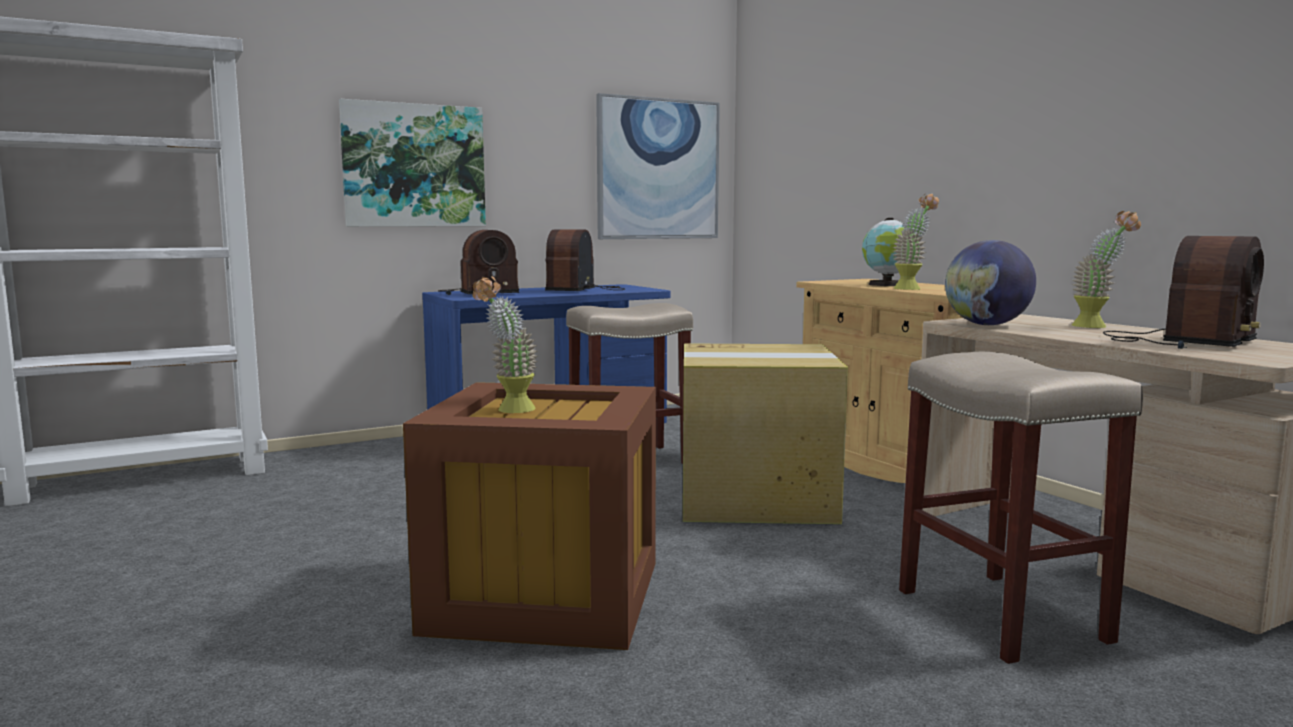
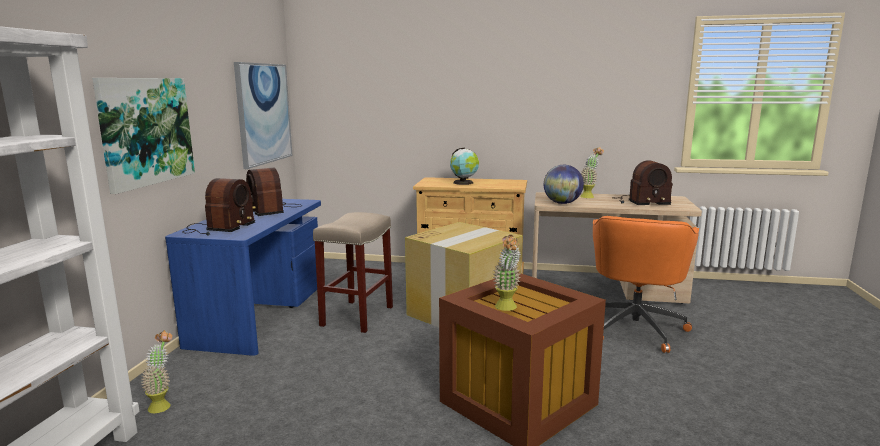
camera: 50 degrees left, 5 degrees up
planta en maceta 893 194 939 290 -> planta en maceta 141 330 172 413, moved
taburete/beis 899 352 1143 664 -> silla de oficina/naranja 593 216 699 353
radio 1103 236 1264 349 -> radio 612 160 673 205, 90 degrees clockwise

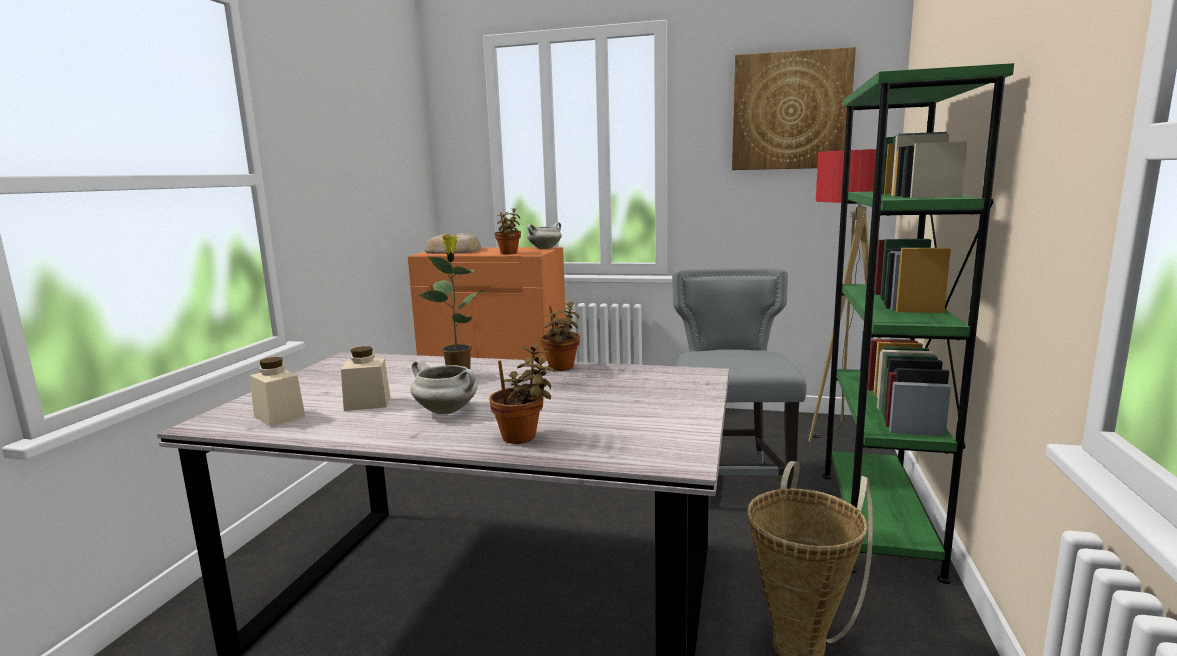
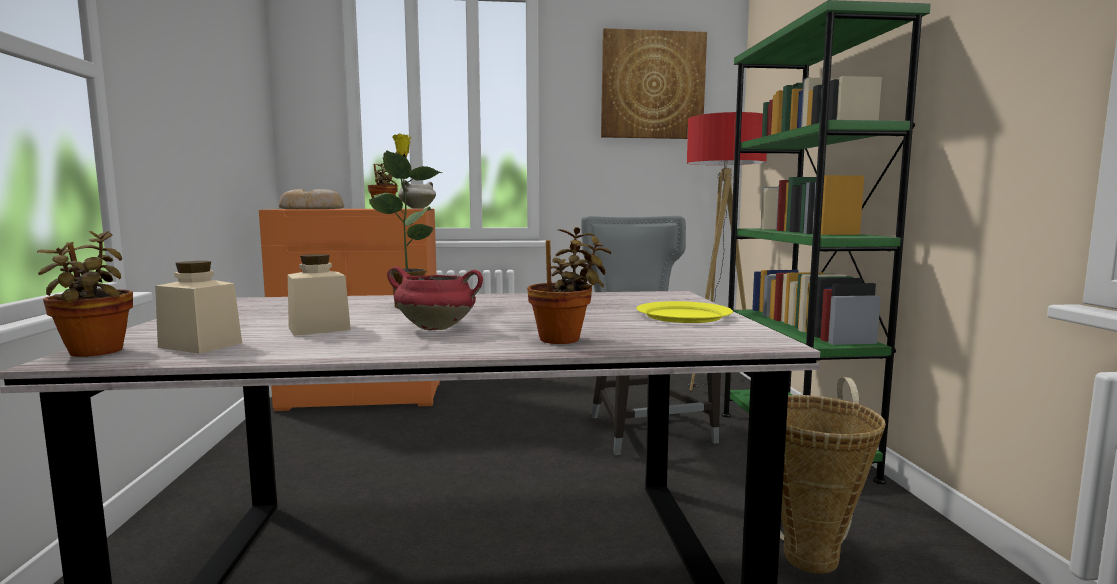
camera: 20 degrees left, 5 degrees down
none -> plato/amarillo 637 301 733 323
planta en maceta 540 302 580 371 -> planta en maceta 37 231 133 357, moved
olla/blanco 410 360 478 414 -> olla/rojo 387 267 483 331

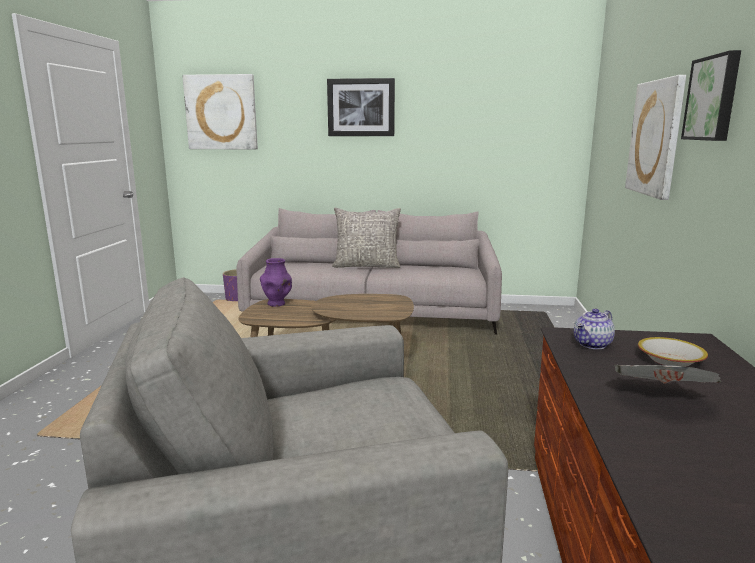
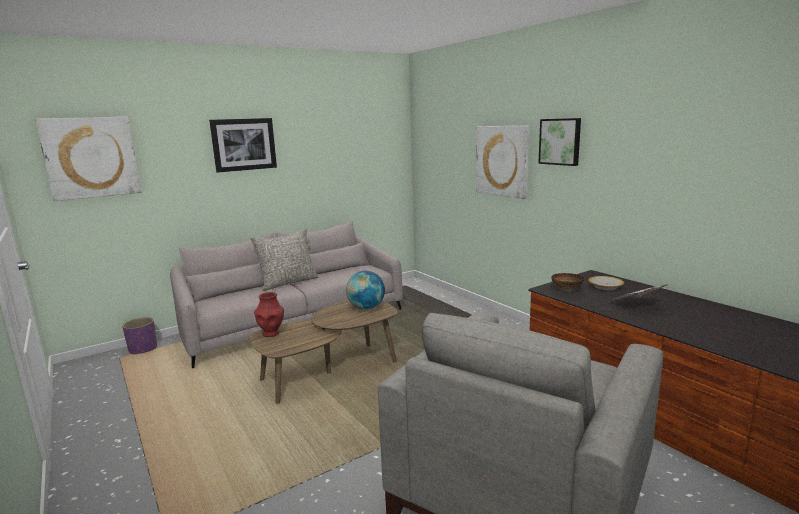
camera: 40 degrees left, 0 degrees up
none -> globo terráqueo 346 271 385 310
tetera 574 309 615 349 -> cuenco 551 273 584 292
florero/morado 260 258 292 307 -> florero/rojo 254 292 284 337

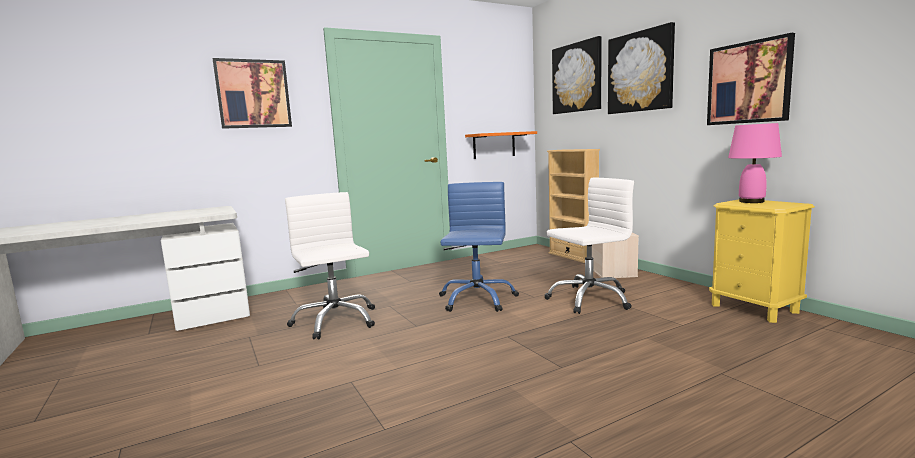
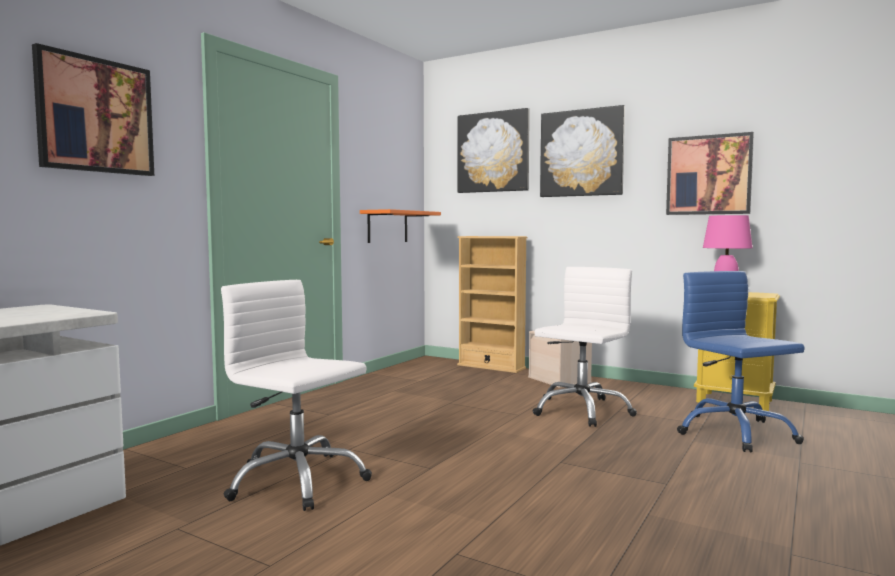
camera: 30 degrees left, 5 degrees down
silla de oficina/azul 439 182 519 312 -> silla de oficina/azul 677 271 805 453, moved

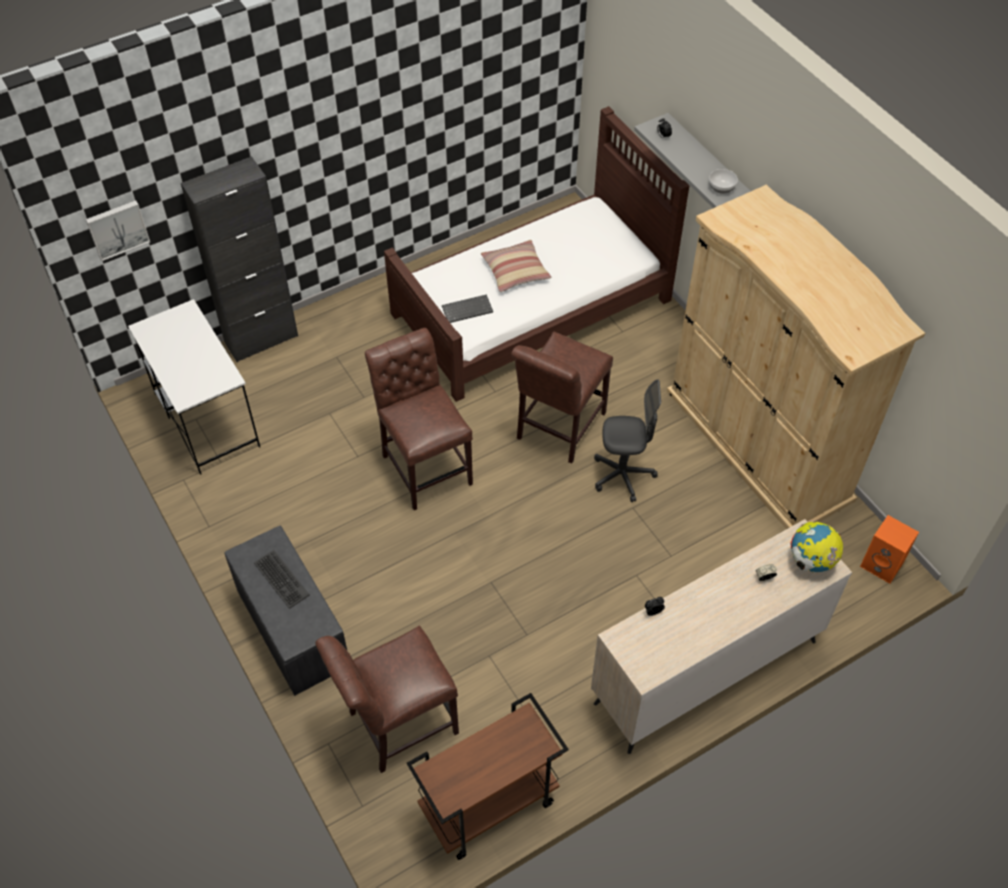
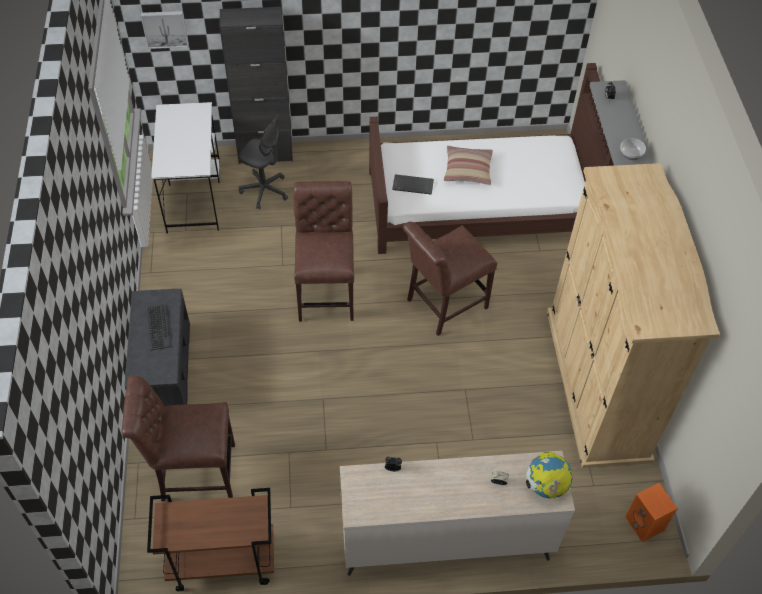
camera: 25 degrees right, 0 degrees up
silla de oficina/gris 594 380 661 502 -> silla de oficina/gris 239 114 288 209, moved

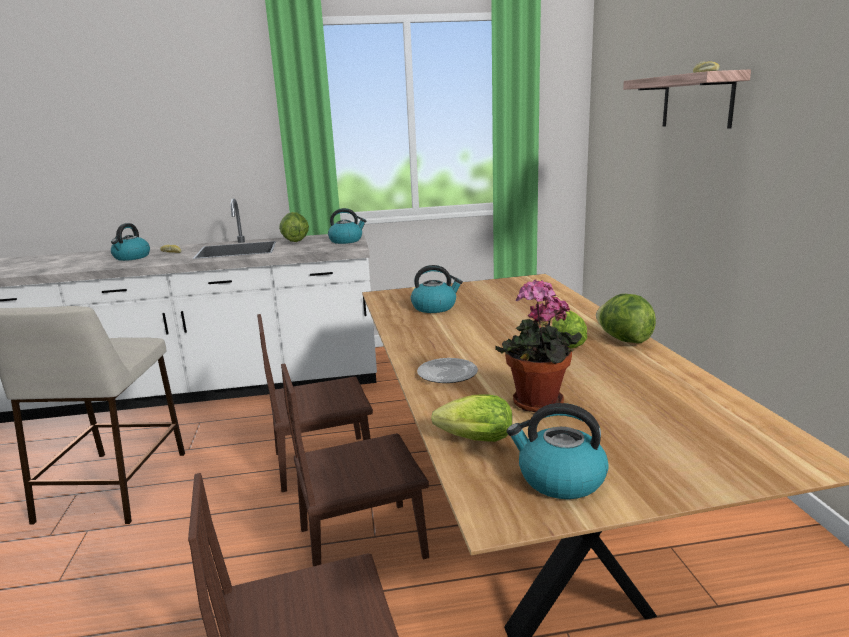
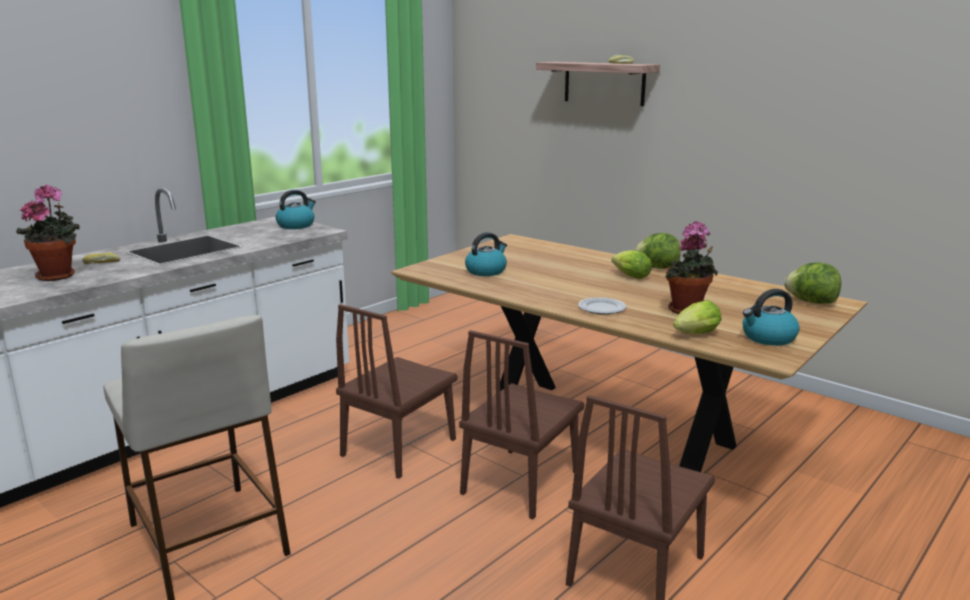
camera: 40 degrees left, 0 degrees up
lechuga 279 212 309 242 -> lechuga 784 262 841 304, moved
hervidor 111 223 150 261 -> planta en maceta 16 184 80 281

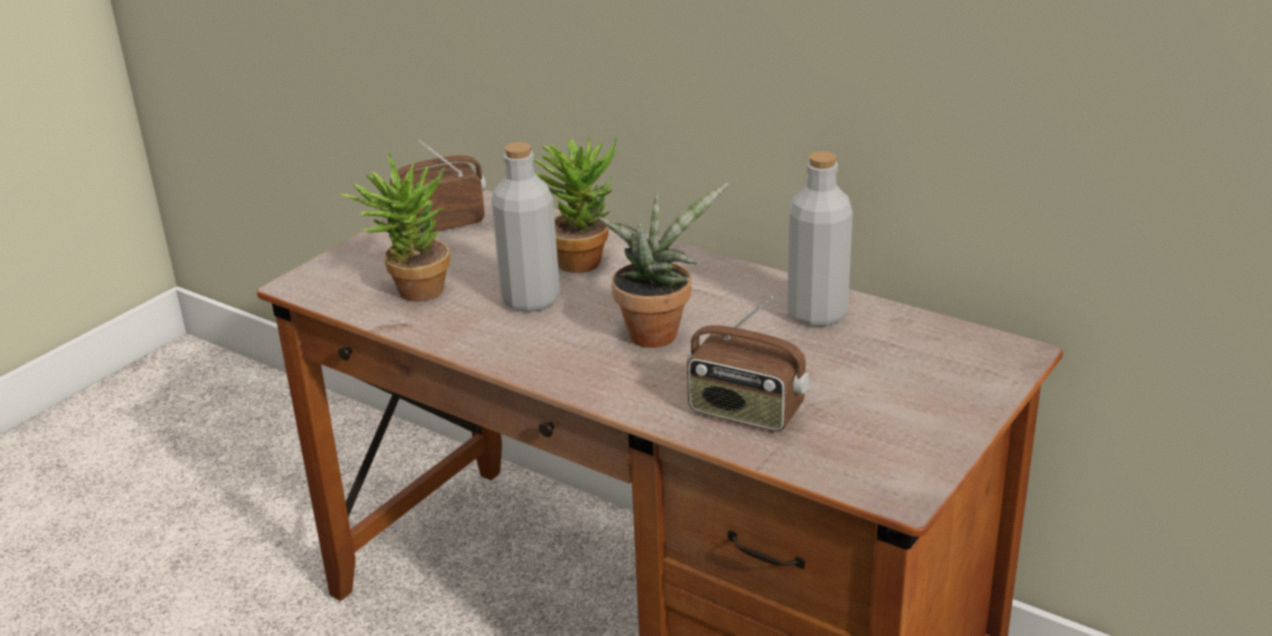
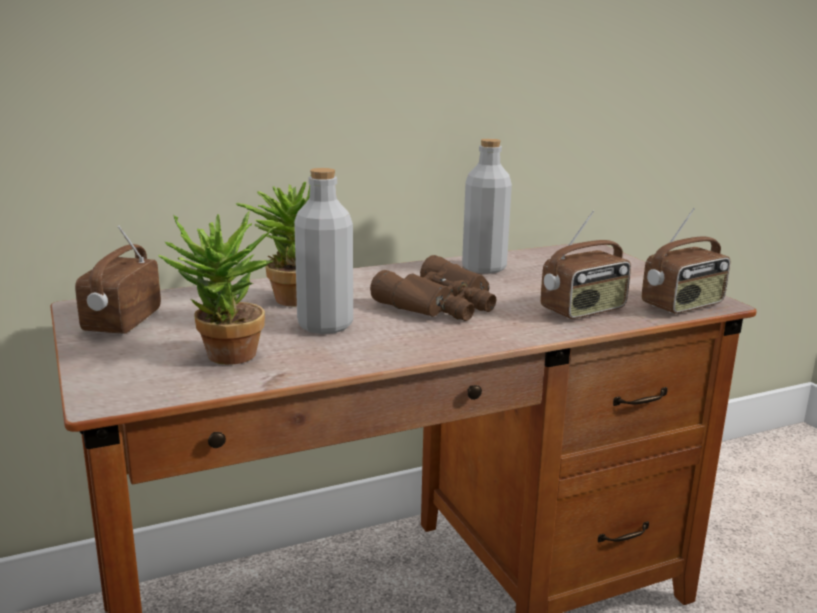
camera: 60 degrees left, 10 degrees down
none -> radio 642 208 730 314
planta en maceta 598 183 729 348 -> prismáticos/marrón 370 255 497 321

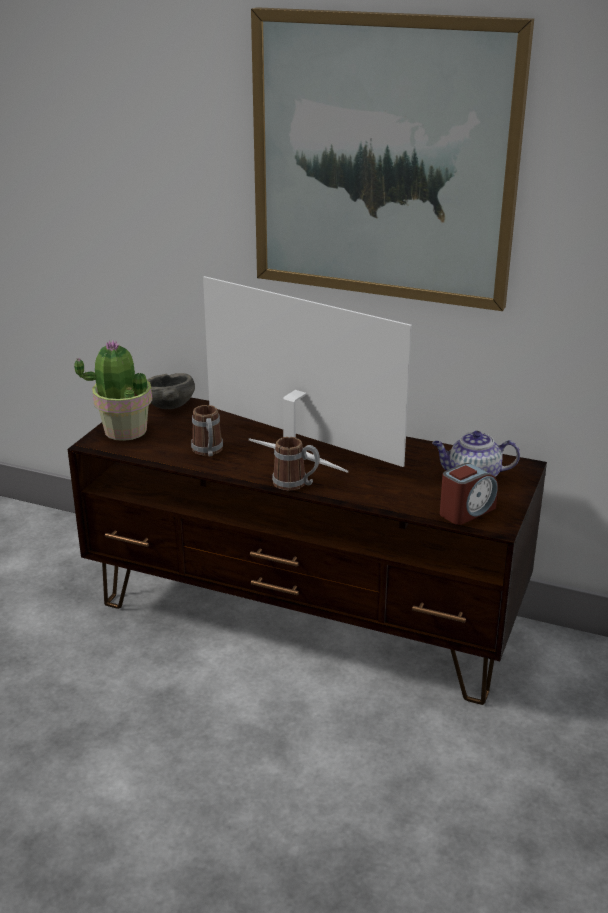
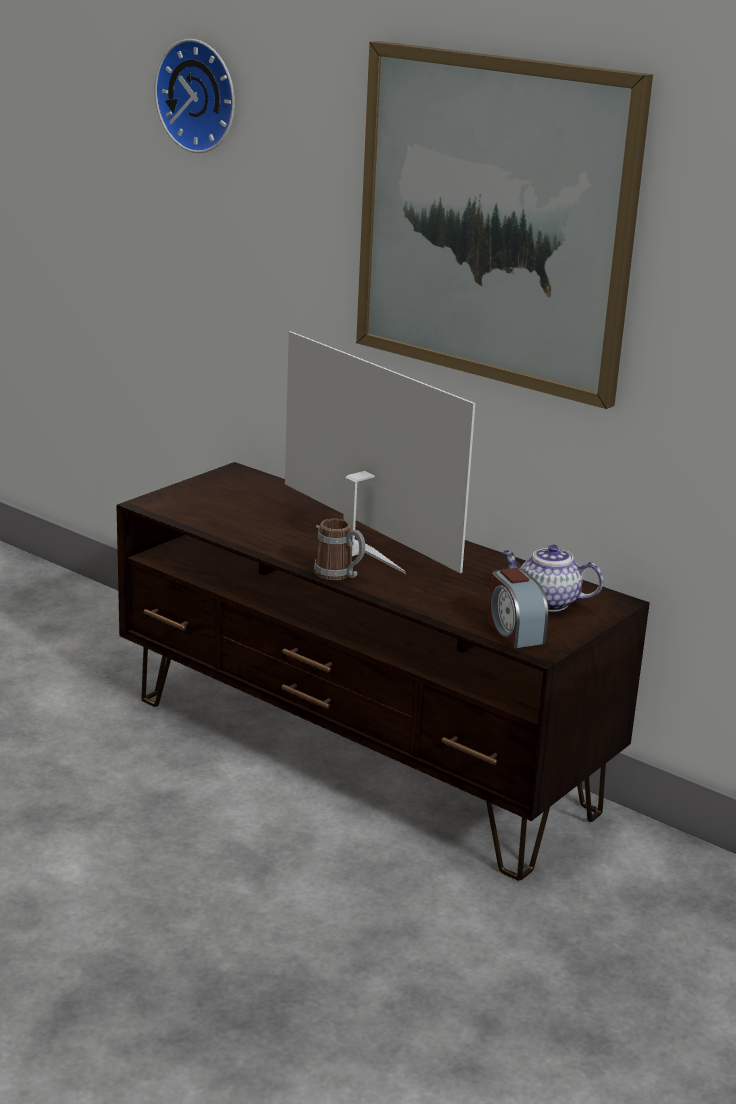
camera: 15 degrees right, 5 degrees down
planta en maceta 74 341 152 441 -> none
cuenco/gris 147 373 195 409 -> none
taza grande 191 405 223 456 -> none
none -> reloj de pared 154 39 235 153
despertador 440 463 498 525 -> despertador 488 568 548 648, 90 degrees clockwise

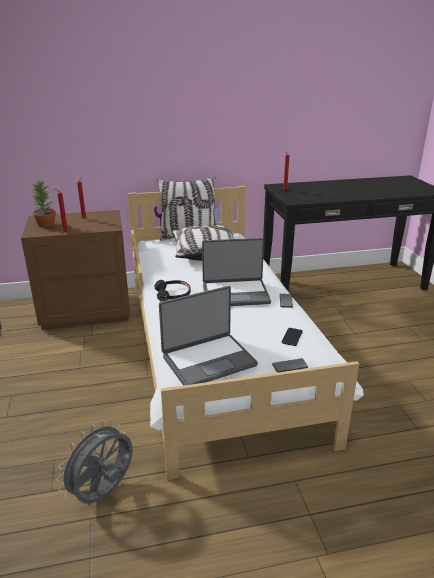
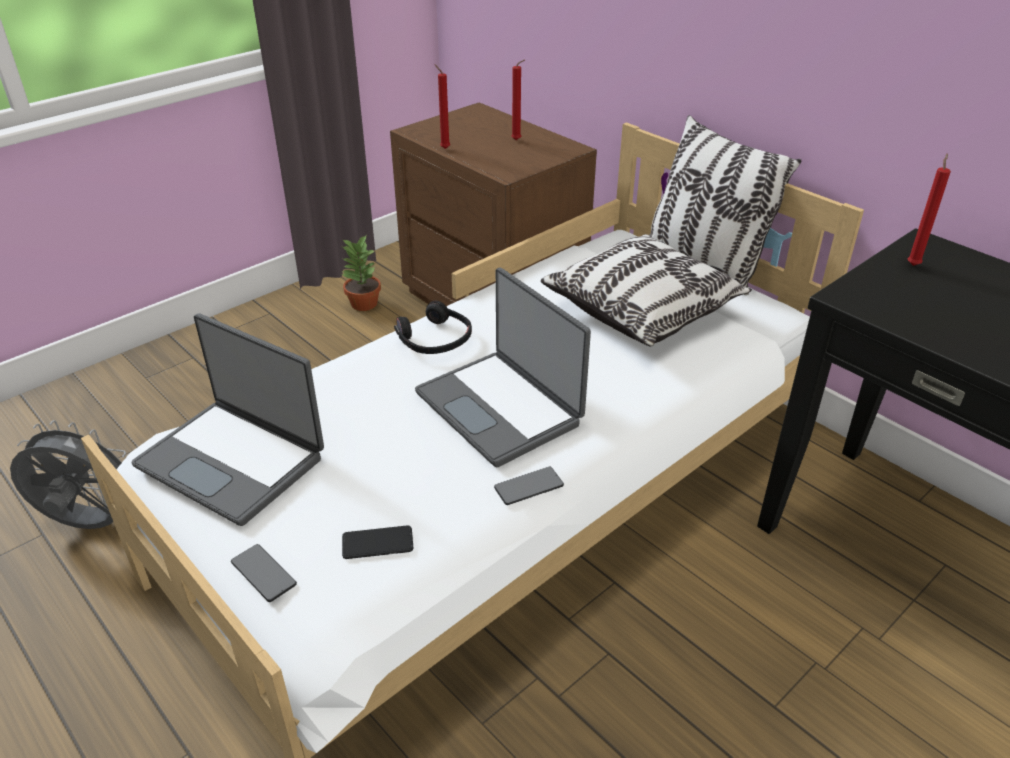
camera: 60 degrees right, 10 degrees up
planta en maceta 30 180 56 228 -> planta en maceta 342 236 381 311, moved

